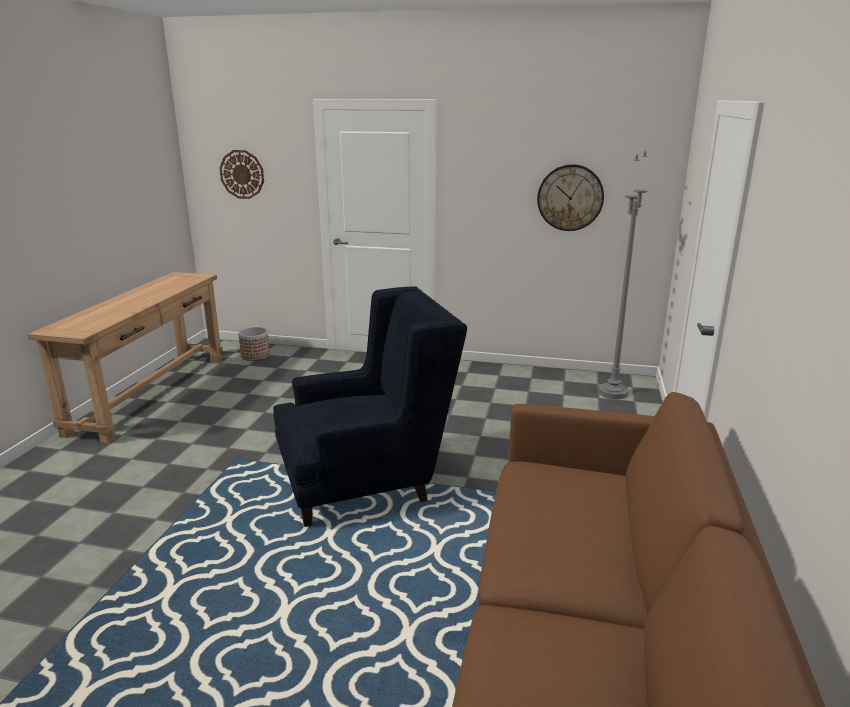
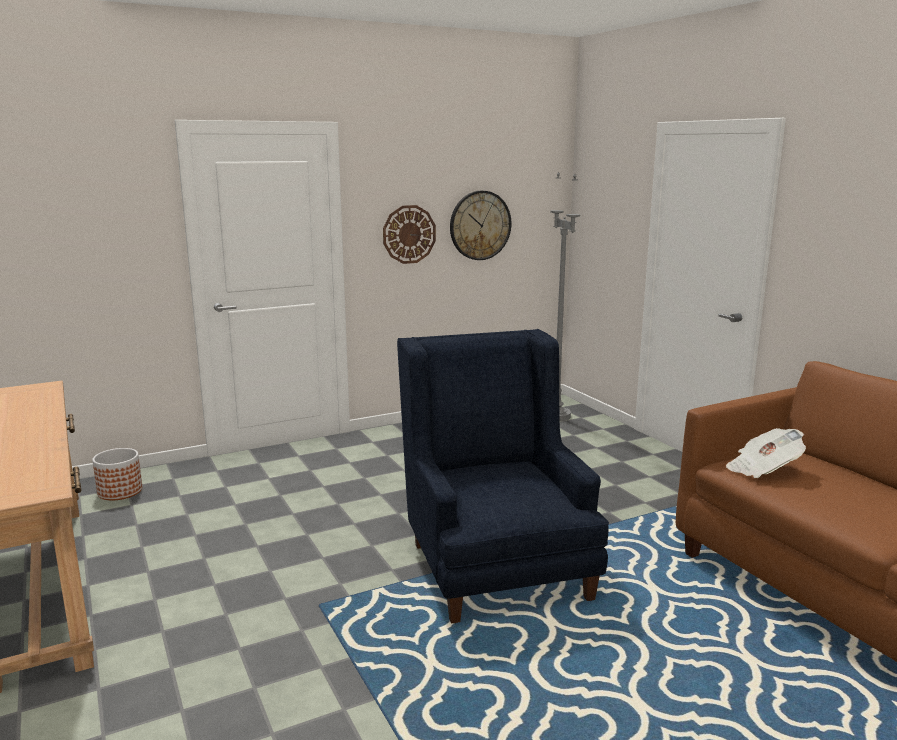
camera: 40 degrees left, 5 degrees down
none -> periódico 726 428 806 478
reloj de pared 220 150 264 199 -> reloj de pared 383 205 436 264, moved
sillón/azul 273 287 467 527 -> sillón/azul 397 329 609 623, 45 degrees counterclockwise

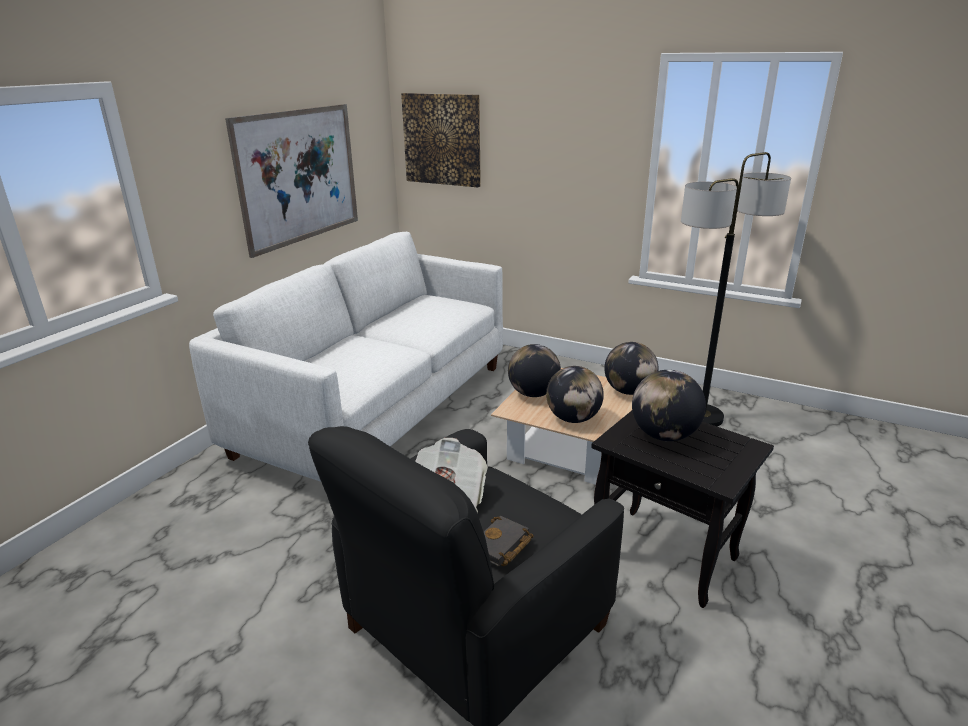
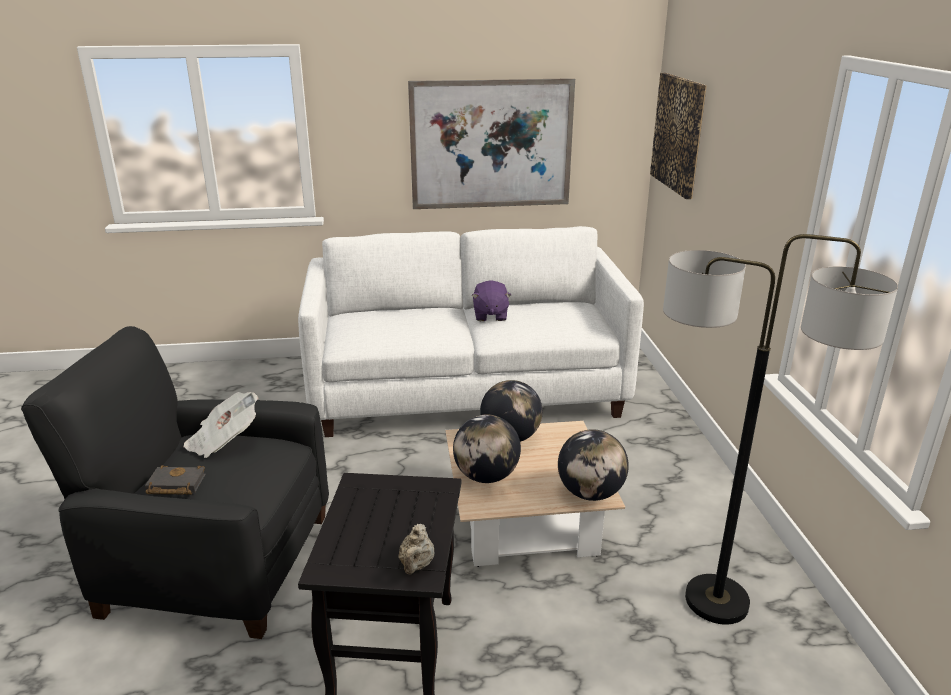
camera: 55 degrees right, 0 degrees up
globo terráqueo 632 370 706 441 -> none
none -> tetera/beis 398 524 434 575
none -> peluche/morado 472 280 511 321

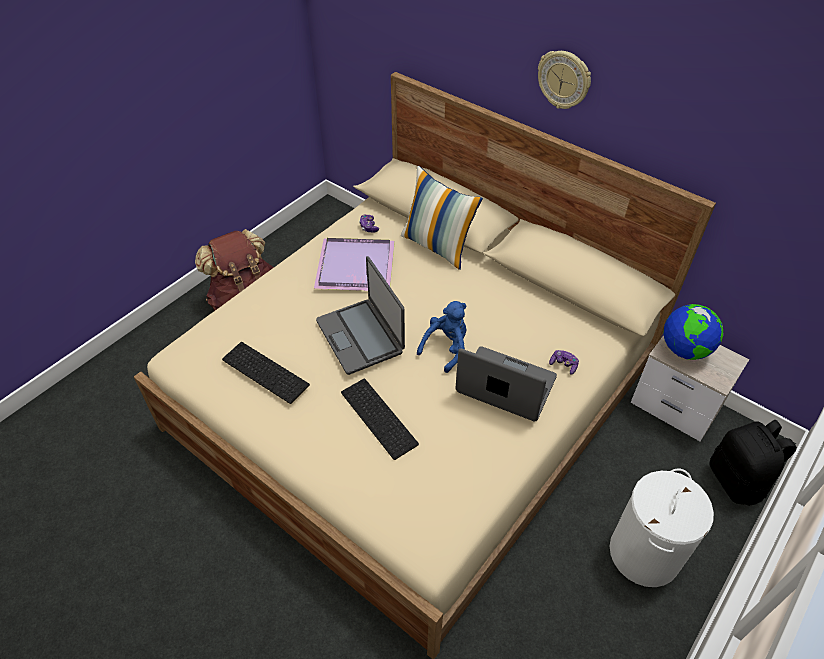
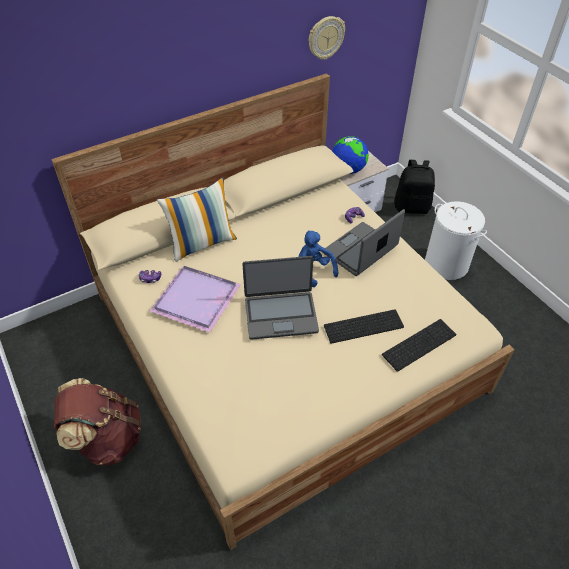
camera: 70 degrees left, 0 degrees up
teclado 222 342 310 404 -> teclado 382 319 457 372, moved
reloj de pared 538 51 591 109 -> reloj de pared 309 16 345 60, moved

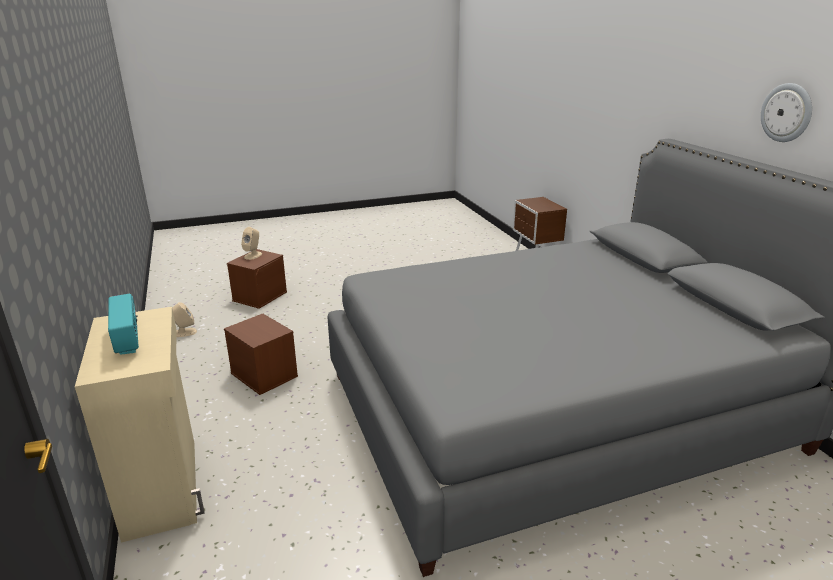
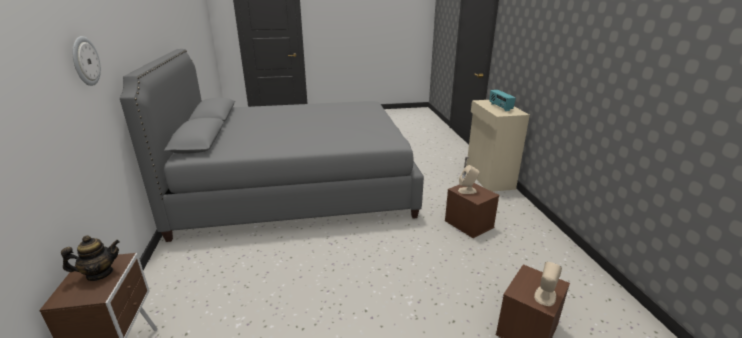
camera: 170 degrees left, 0 degrees up
none -> tetera 61 235 120 281
altavoz/beis 172 302 197 337 -> altavoz/beis 458 165 480 194, moved
reloj de pared 761 83 812 142 -> reloj de pared 73 36 101 86, moved

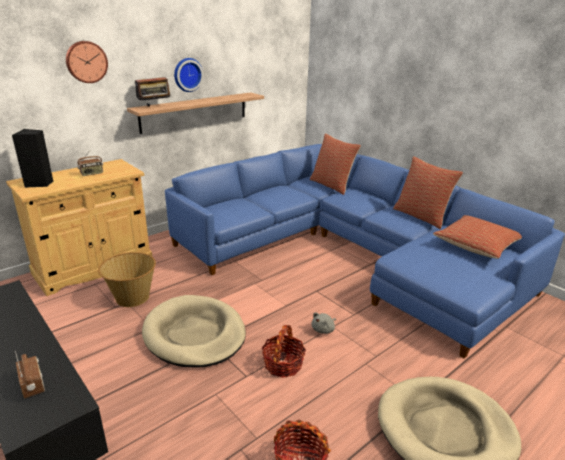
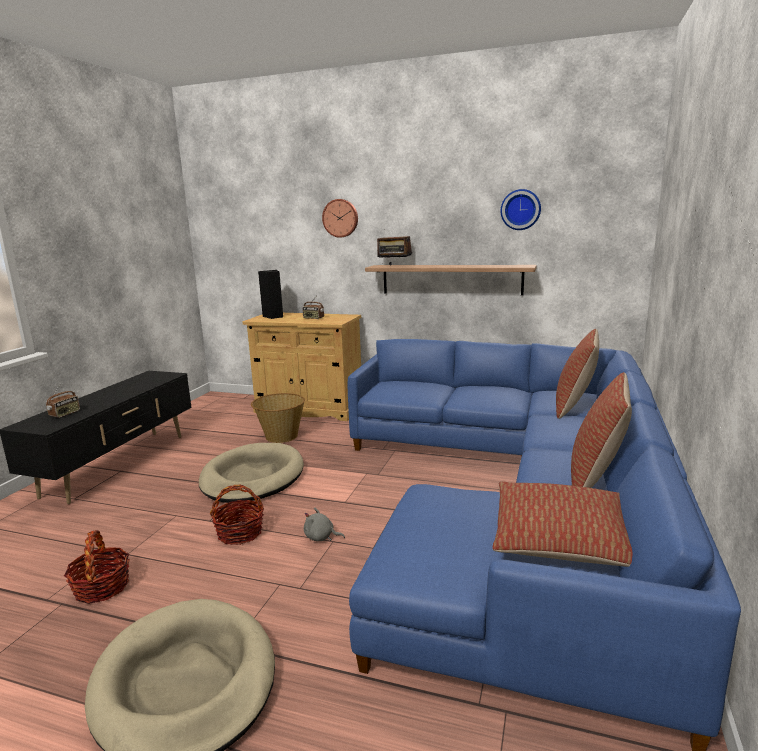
camera: 60 degrees right, 10 degrees down
reloj de pared 174 58 204 92 -> reloj de pared 501 189 541 230, moved

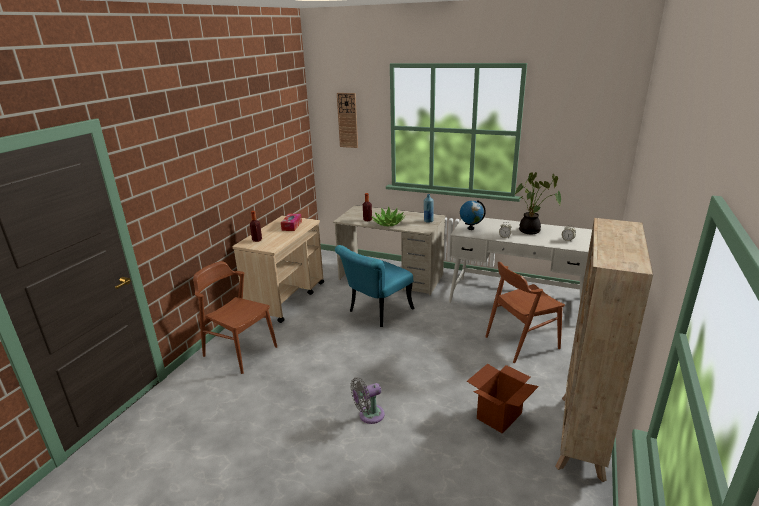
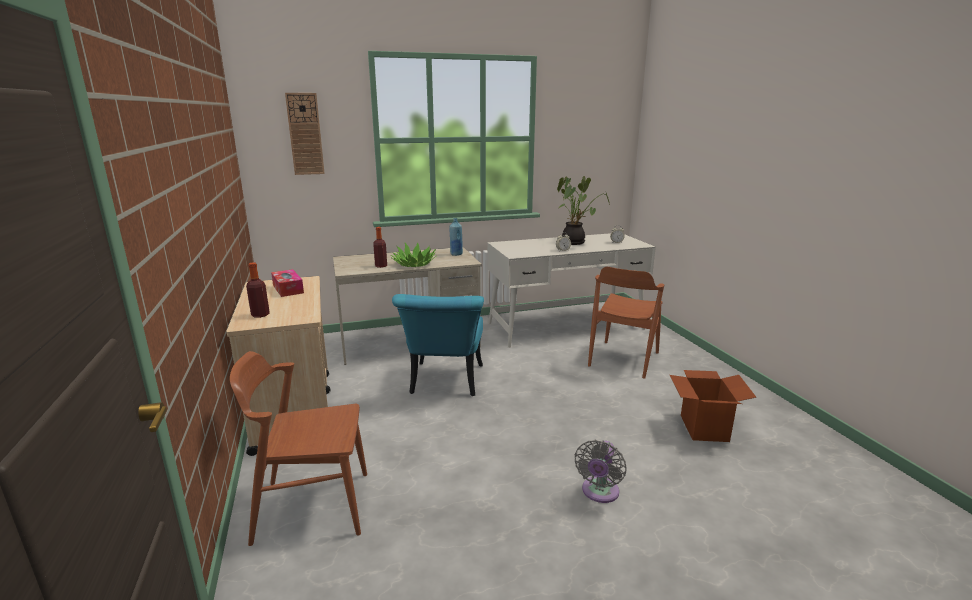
camera: 40 degrees left, 5 degrees down
globo terráqueo 460 200 486 230 -> none
estantería/beis 555 218 653 482 -> none

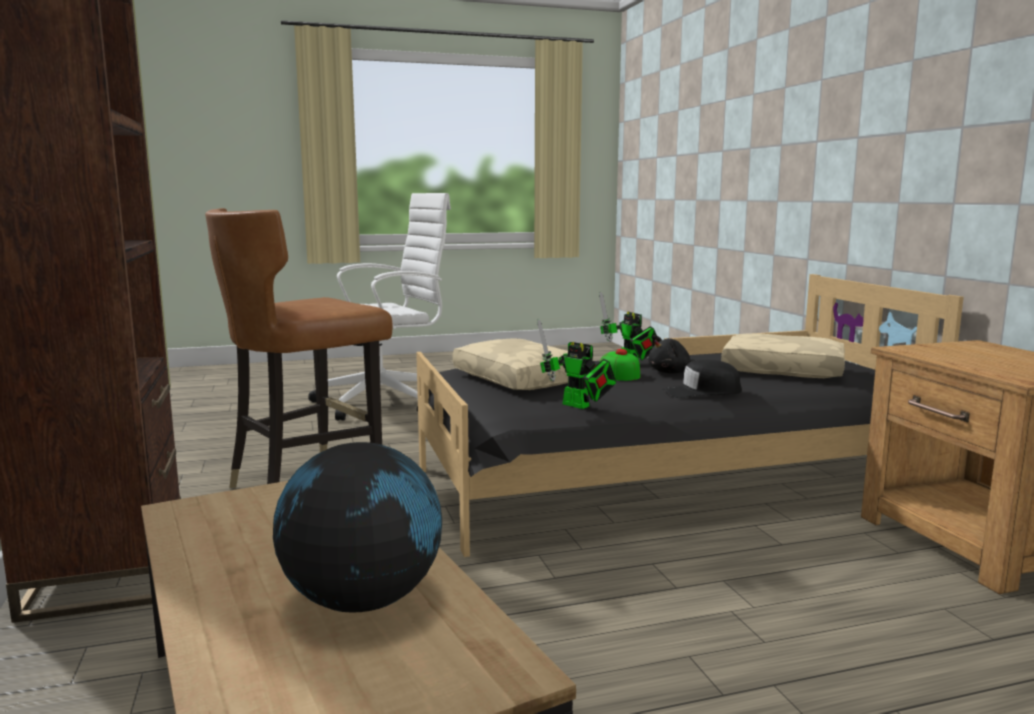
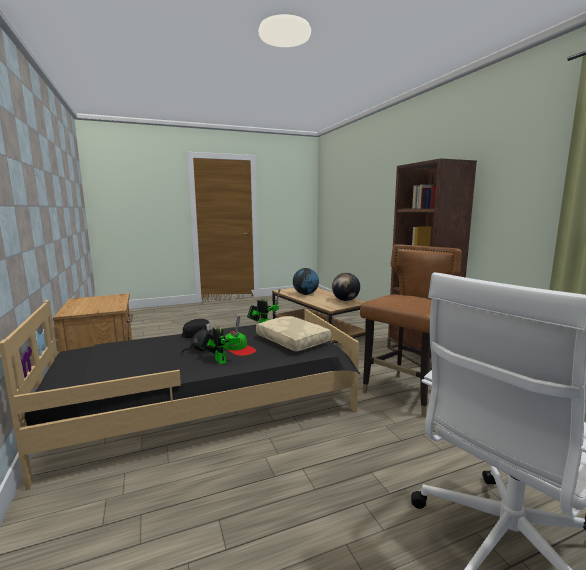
camera: 175 degrees right, 0 degrees up
cojín/beis 721 334 845 378 -> none
none -> globo terráqueo 332 273 360 301

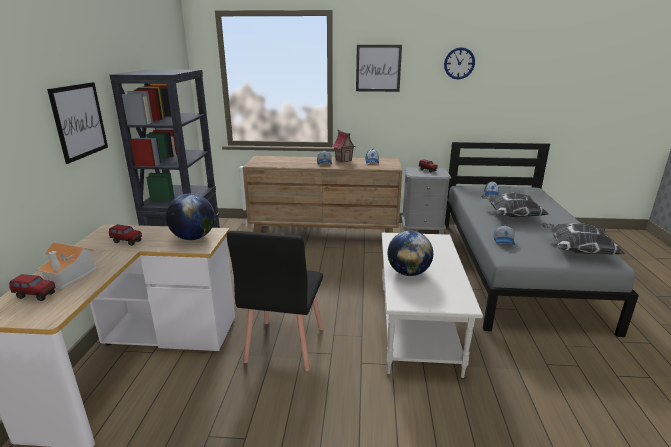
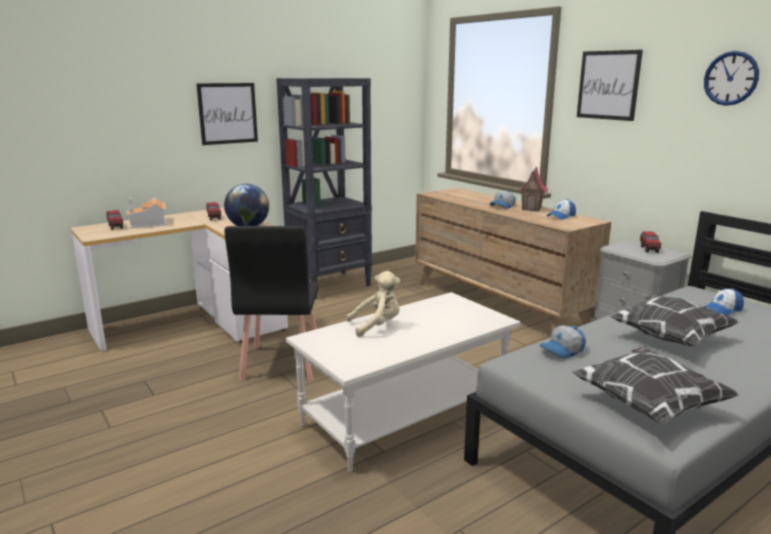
camera: 50 degrees right, 5 degrees down
globo terráqueo 387 231 433 276 -> peluche/beis 346 271 400 337
silla/negro 227 231 323 371 -> silla/negro 224 226 319 380, 60 degrees counterclockwise

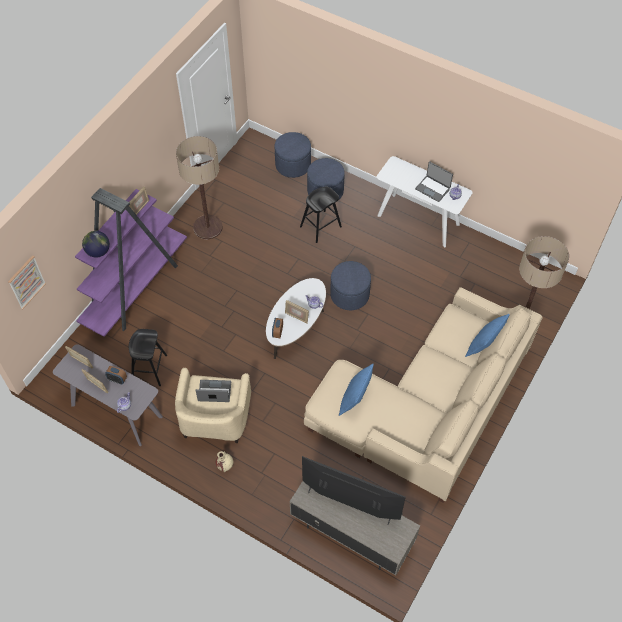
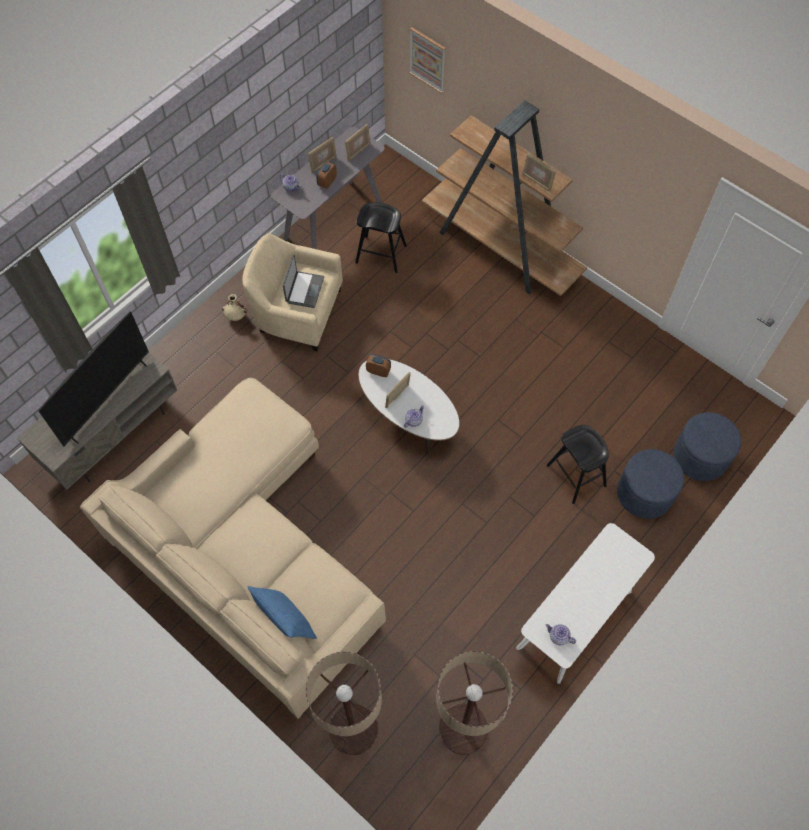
camera: 100 degrees right, 5 degrees up
globo terráqueo 82 231 110 258 -> none
puf/azul 330 261 371 310 -> none
cojín/azul 339 364 374 416 -> none
portátil 415 161 453 202 -> none
lámpara de pie 176 136 223 239 -> lámpara de pie 436 651 513 755, moved
estantería/morado 75 188 187 337 -> estantería/marrón 422 100 587 296

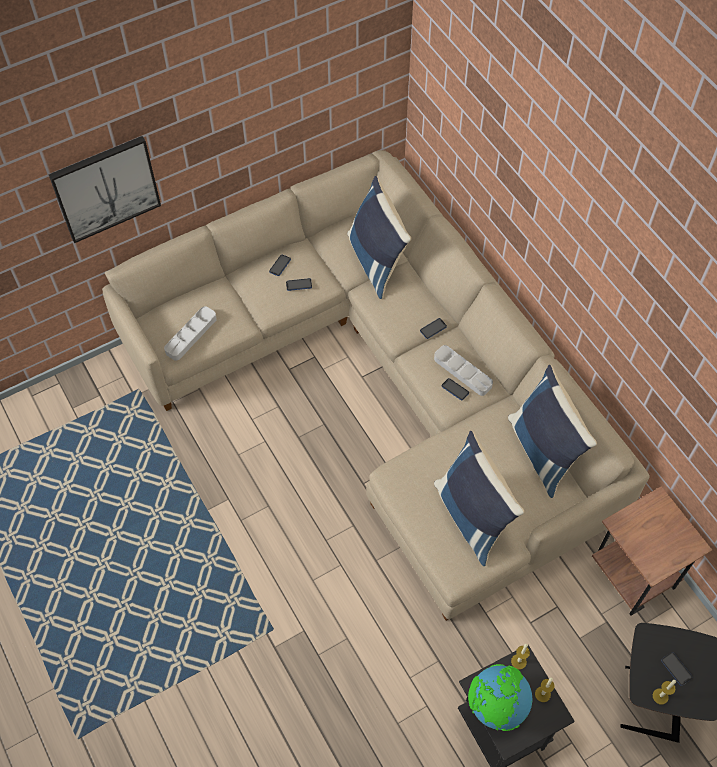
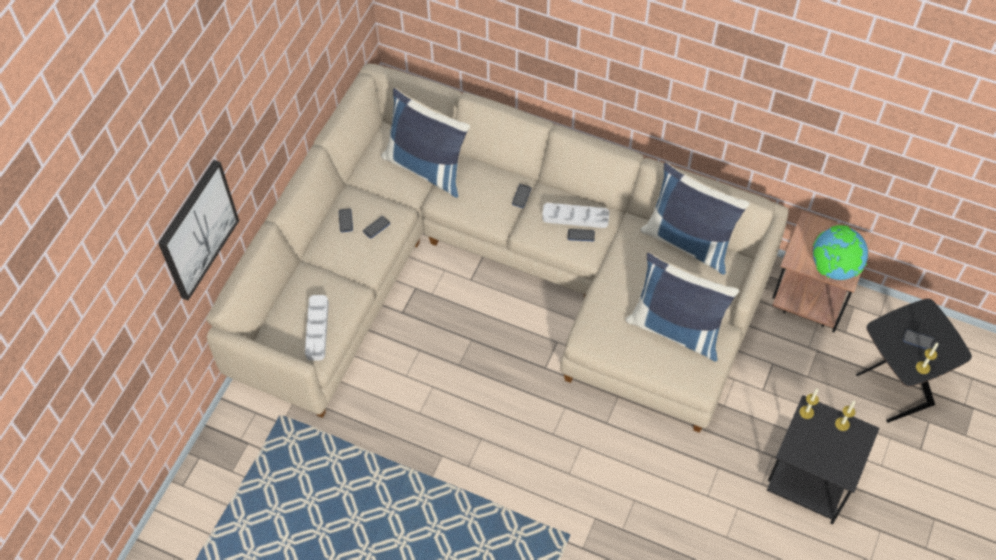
camera: 35 degrees left, 0 degrees up
globo terráqueo 468 664 532 731 -> globo terráqueo 813 225 868 280, moved

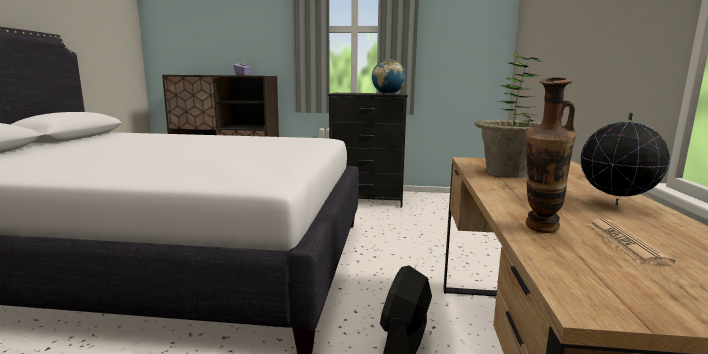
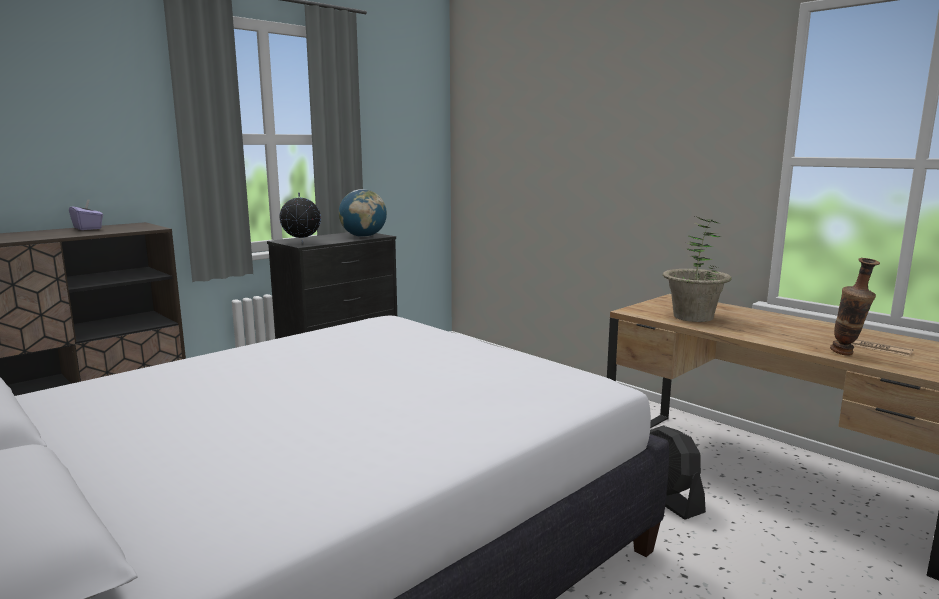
camera: 50 degrees left, 0 degrees up
globo terráqueo 581 112 670 205 -> globo terráqueo 280 192 321 243, moved

